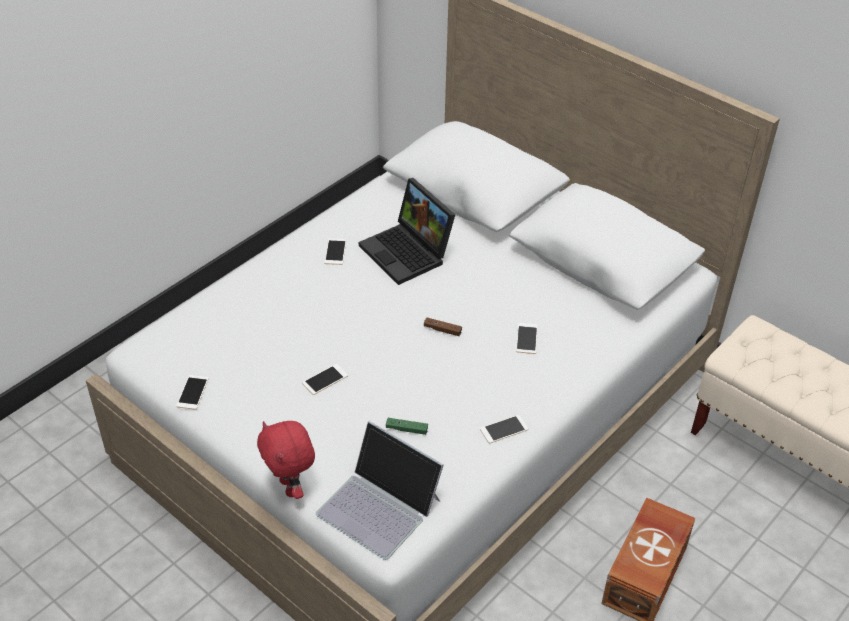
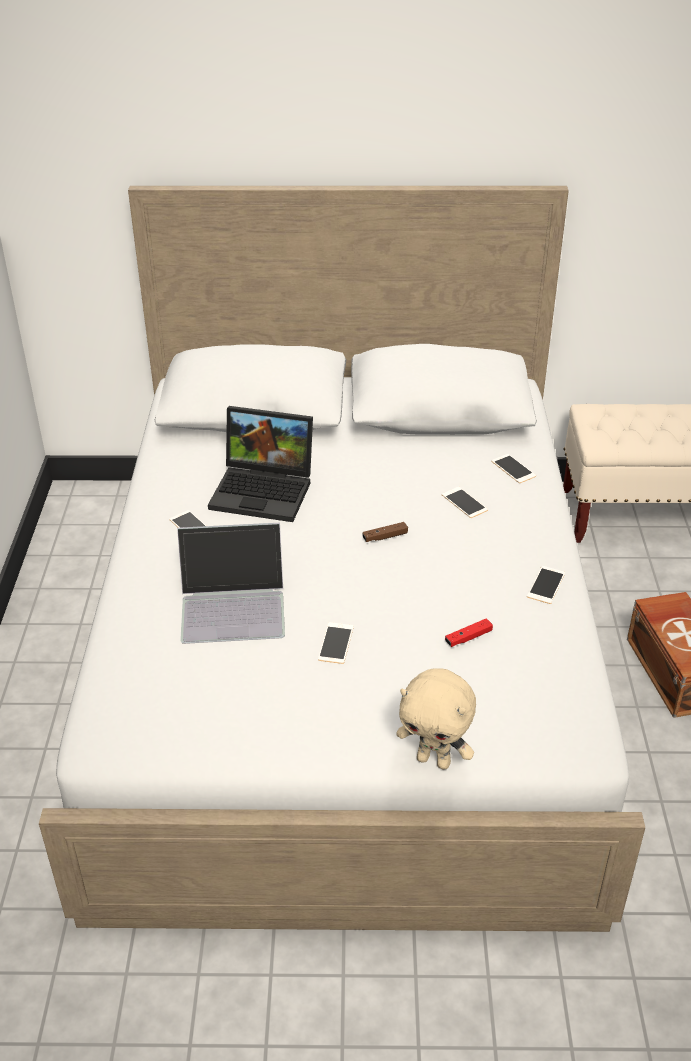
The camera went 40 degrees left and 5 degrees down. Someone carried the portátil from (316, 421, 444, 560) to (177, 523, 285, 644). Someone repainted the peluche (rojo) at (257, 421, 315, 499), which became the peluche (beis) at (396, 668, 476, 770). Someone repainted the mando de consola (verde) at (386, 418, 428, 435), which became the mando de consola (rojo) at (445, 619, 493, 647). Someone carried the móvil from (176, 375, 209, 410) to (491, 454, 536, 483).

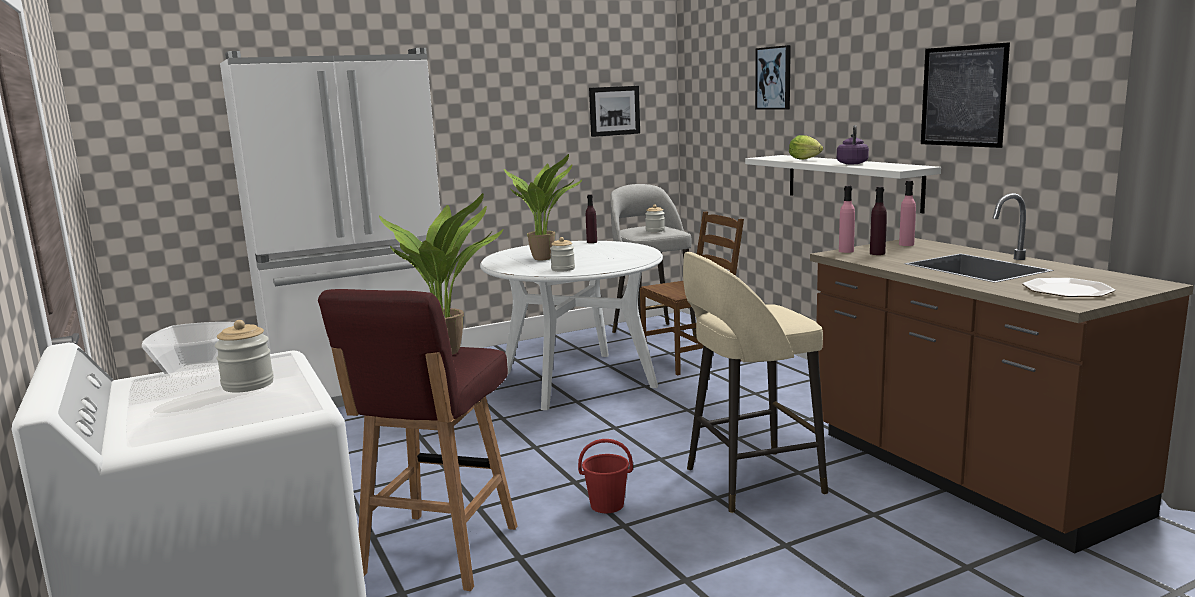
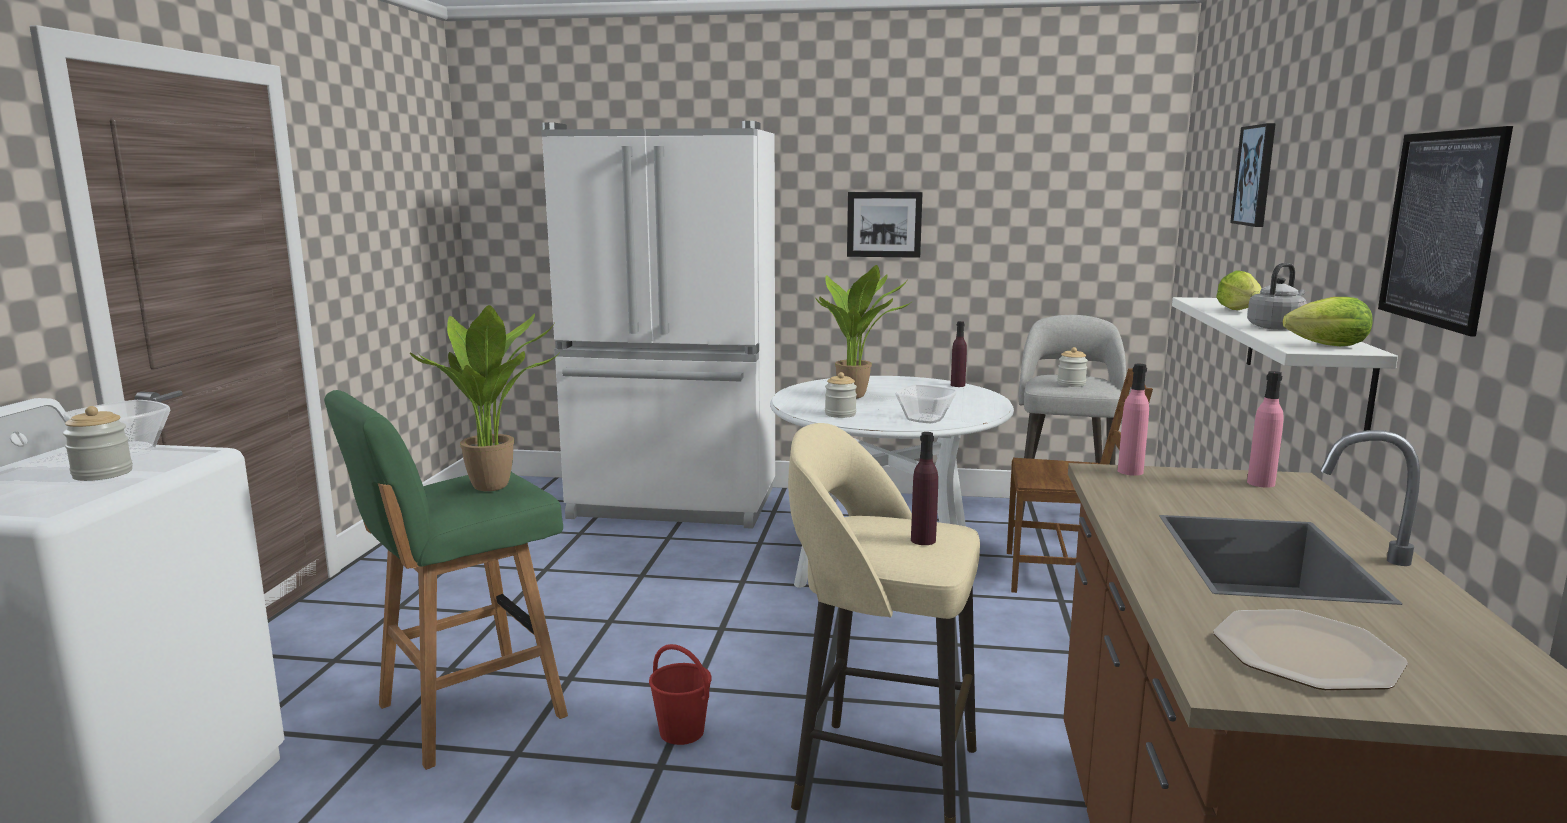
The camera went 35 degrees right and 0 degrees up. Someone repainted the taburete (rojo) at (318, 289, 517, 591), which became the taburete (verde) at (324, 390, 568, 770). Someone carried the cuadro from (589, 86, 640, 137) to (847, 192, 923, 258). Someone put down the cuenco at (895, 385, 956, 423). Someone carried the botella (morado) from (870, 187, 887, 255) to (911, 432, 938, 545). Someone repainted the hervidor (morado) at (837, 125, 869, 164), which became the hervidor (gris) at (1247, 263, 1307, 330). Someone put down the lechuga at (1283, 297, 1373, 346).

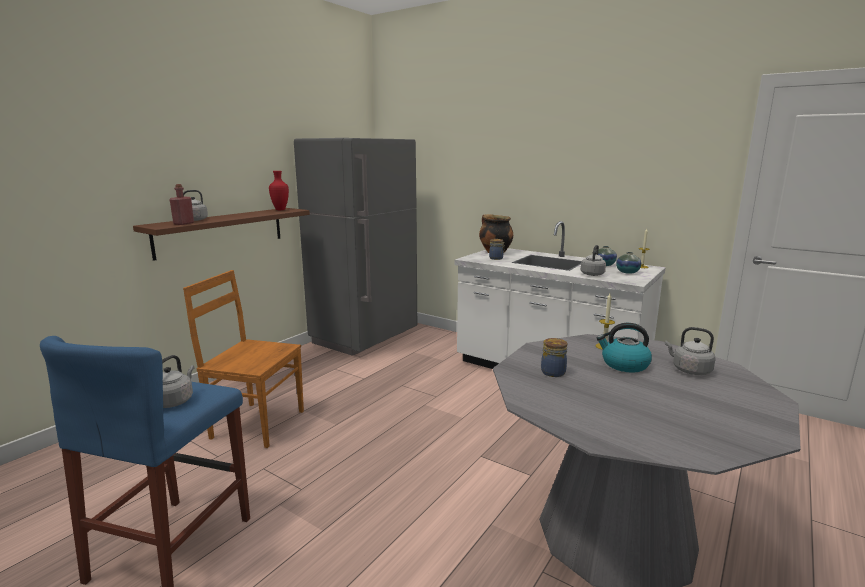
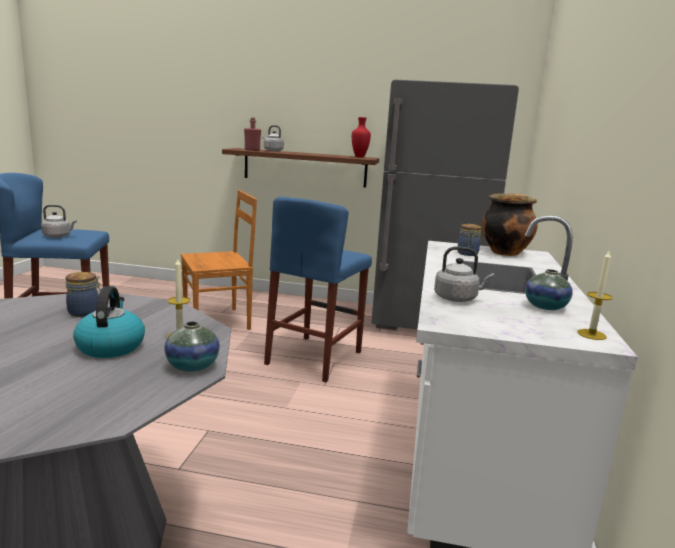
The camera went 65 degrees right and 0 degrees up. Someone carried the florero from (616, 252, 641, 274) to (164, 321, 220, 372). Someone rotated the silla (marrón) at (183, 270, 304, 448) by 75 degrees clockwise. Someone put down the taburete (azul) at (264, 197, 372, 382). Someone took away the hervidor (gris) at (665, 327, 715, 375).

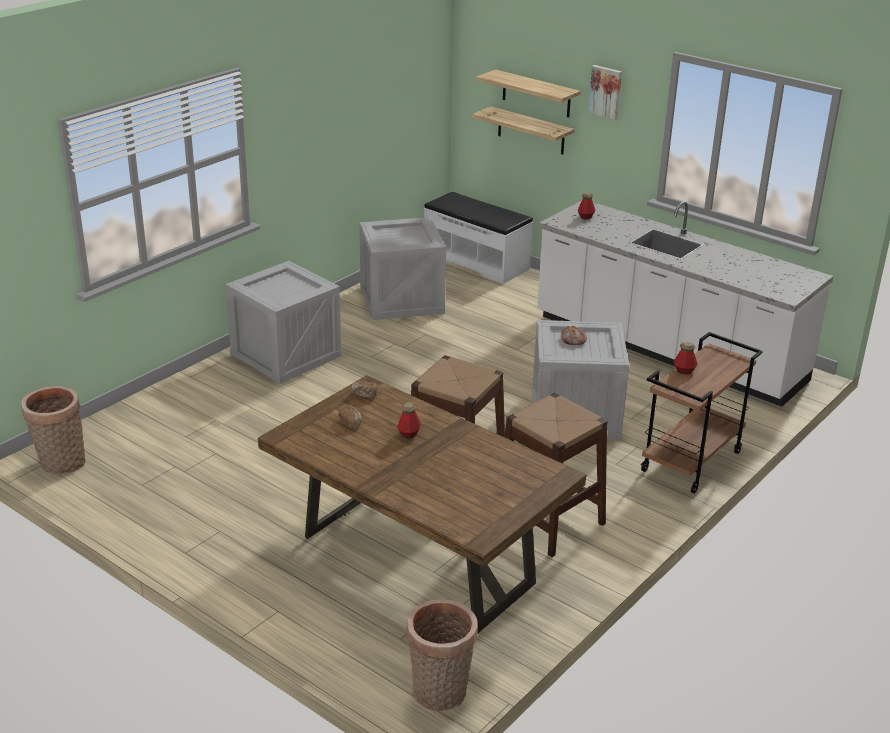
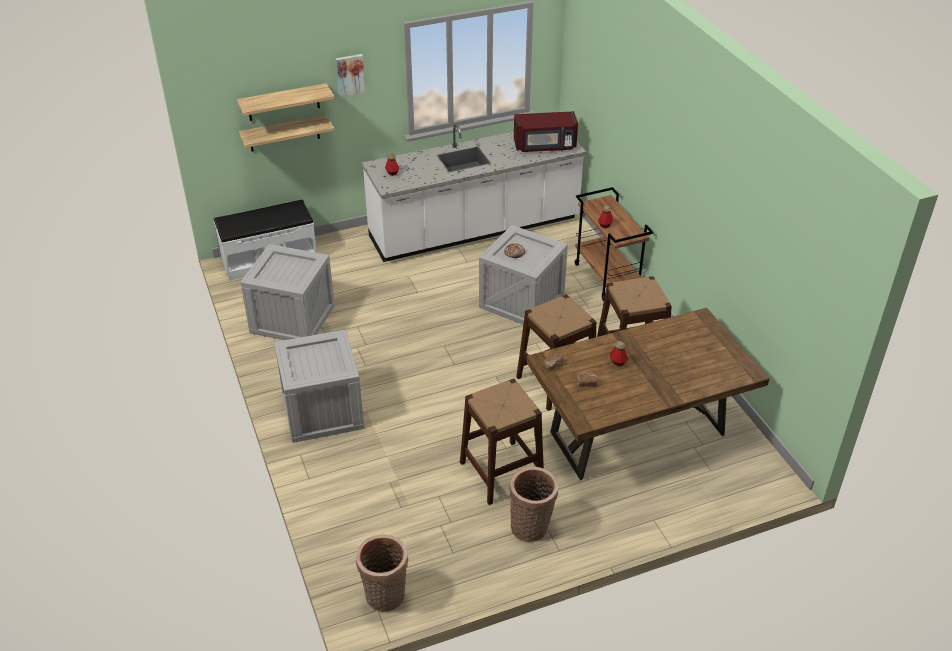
The camera went 60 degrees left and 10 degrees up. Someone put down the taburete (marrón) at (460, 379, 544, 505). Someone carried the cesta from (407, 599, 478, 711) to (509, 467, 558, 542). Someone put down the microondas (rojo) at (514, 111, 578, 152).

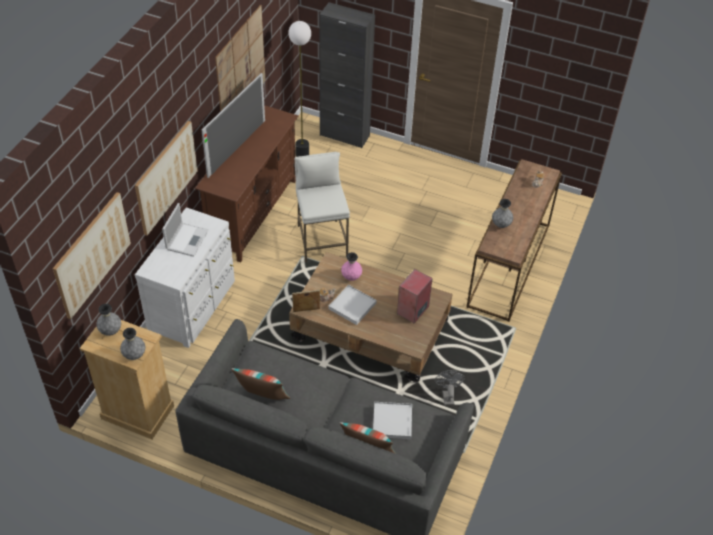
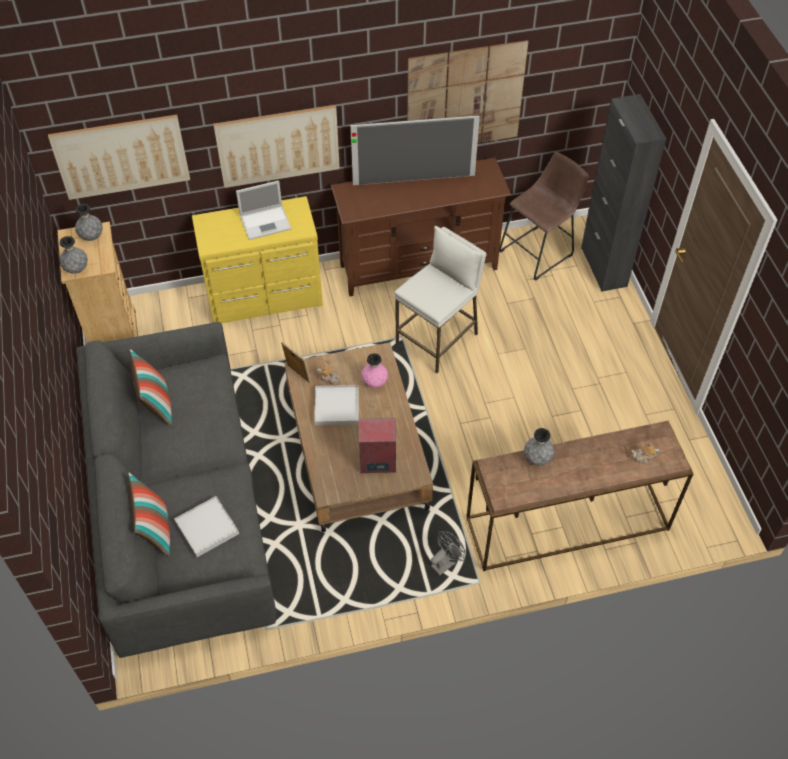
The camera went 55 degrees right and 5 degrees up. Someone repainted the cómoda (blanco) at (135, 207, 235, 348), which became the cómoda (amarillo) at (192, 196, 323, 323). Someone carried the ventilador (gris) from (435, 370, 465, 405) to (431, 531, 465, 576). Someone swapped the lámpara de pie at (288, 21, 311, 157) for the taburete (marrón) at (499, 152, 589, 281).

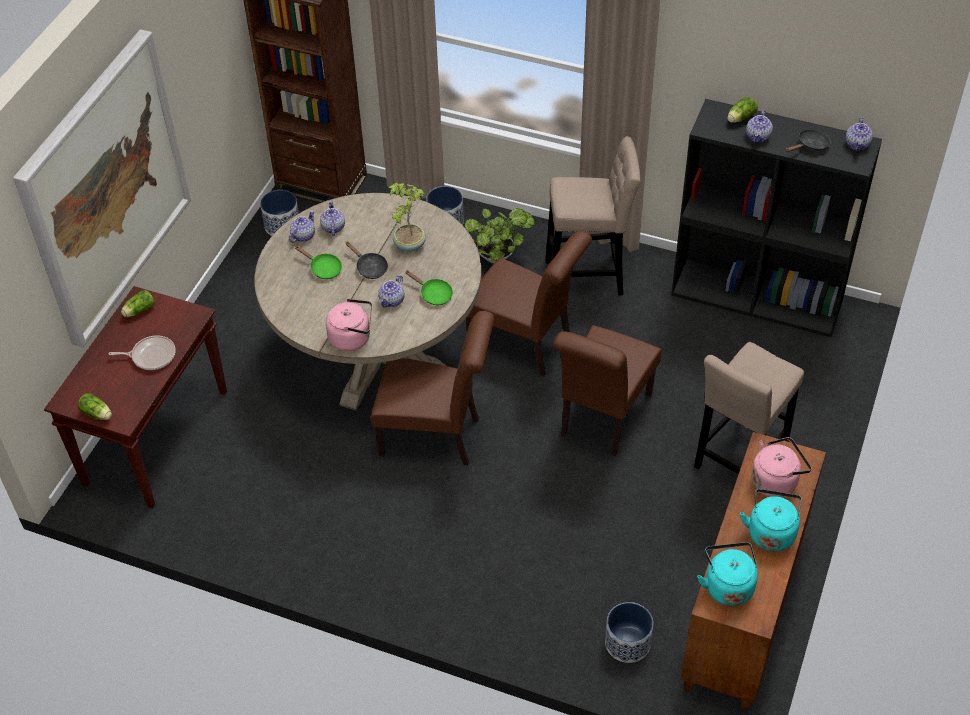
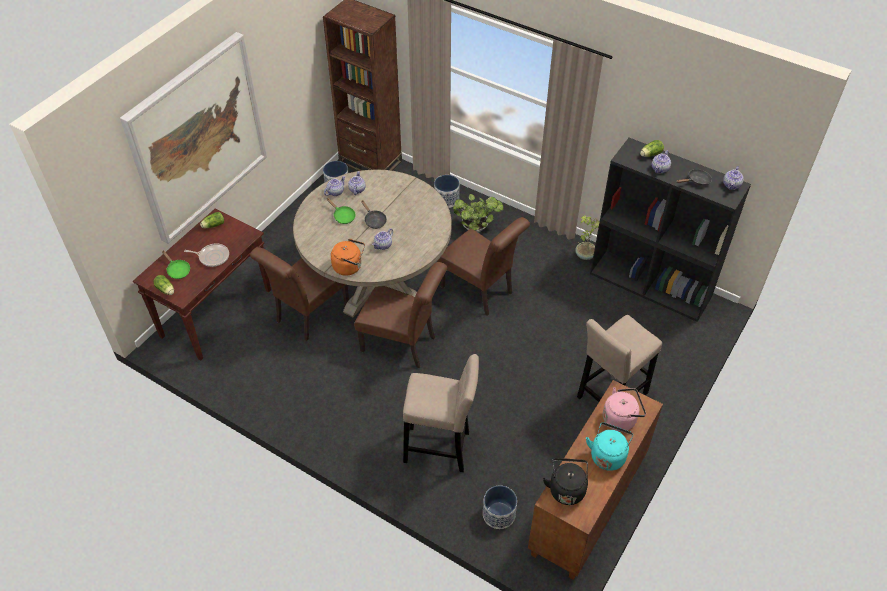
The camera went 10 degrees right and 0 degrees up. Someone carried the sartén (verde) from (405, 270, 453, 305) to (162, 251, 190, 279). Someone carried the silla (marrón) from (554, 325, 662, 456) to (250, 247, 349, 341). Someone repainted the hervidor (rosa) at (326, 298, 372, 351), which became the hervidor (naranja) at (331, 239, 365, 276). Someone carried the taburete (beis) from (546, 136, 640, 295) to (403, 354, 479, 472). Someone repainted the hervidor (turquesa) at (697, 542, 758, 606), which became the hervidor (negro) at (543, 458, 588, 505). Someone carried the planta en maceta from (388, 182, 426, 252) to (575, 215, 599, 260).

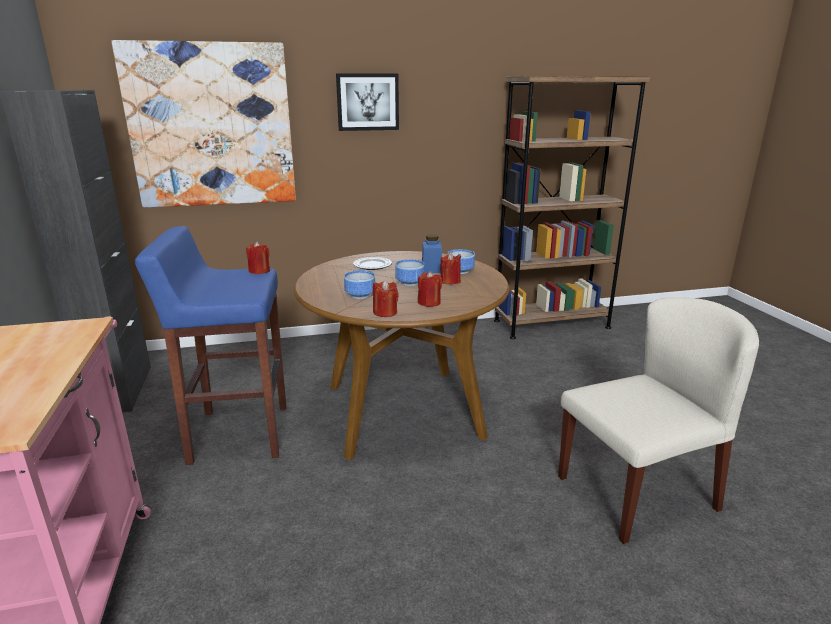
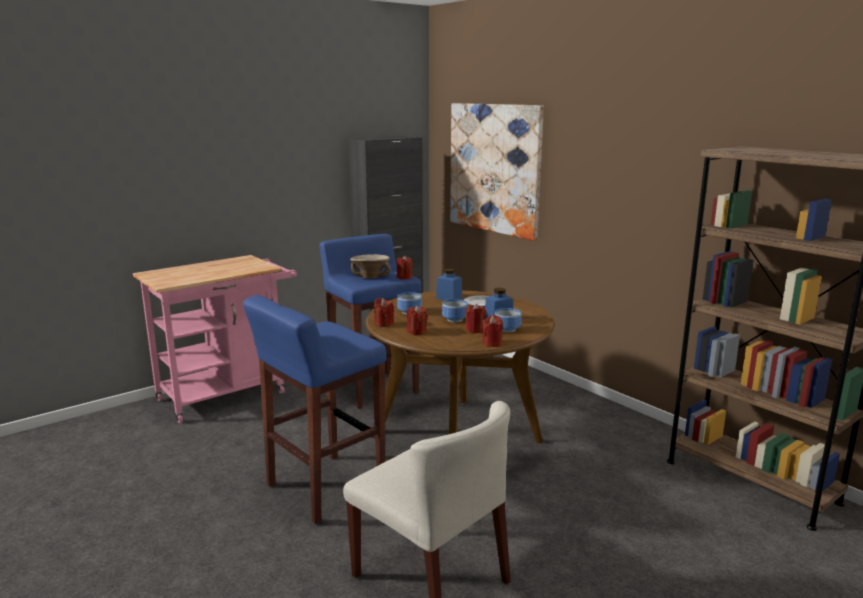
The camera went 65 degrees right and 5 degrees down. Someone put down the taburete (azul) at (243, 295, 387, 524). Someone put down the cuenco (beis) at (350, 254, 391, 279). Someone put down the tarro (azul) at (436, 269, 462, 300). Someone put down the vela (rojo) at (482, 315, 503, 347). Someone took away the cuadro at (336, 73, 399, 131).

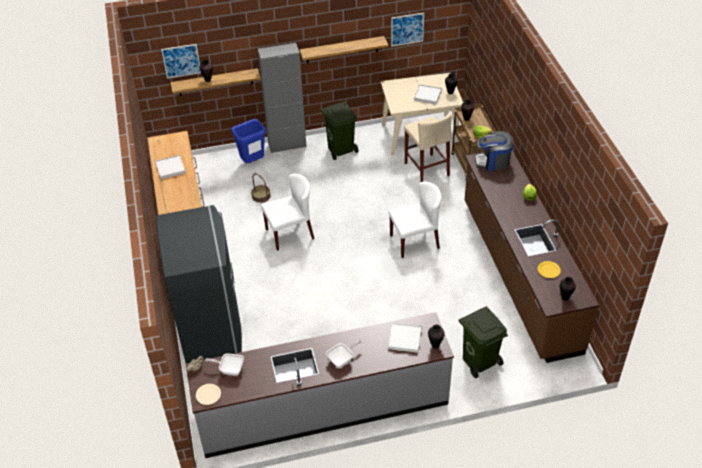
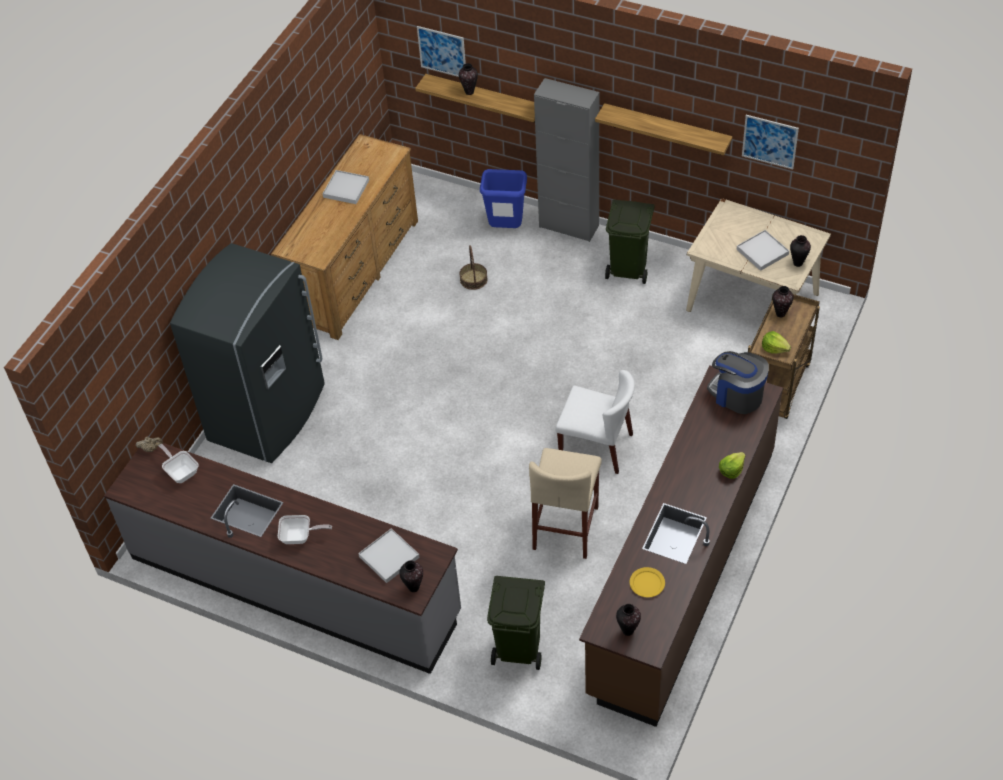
The camera went 40 degrees right and 5 degrees up. Someone carried the taburete (beis) from (404, 113, 452, 182) to (529, 448, 602, 559). Someone took away the plato (beis) at (196, 384, 221, 405). Someone took away the silla (blanco) at (261, 174, 314, 251).

